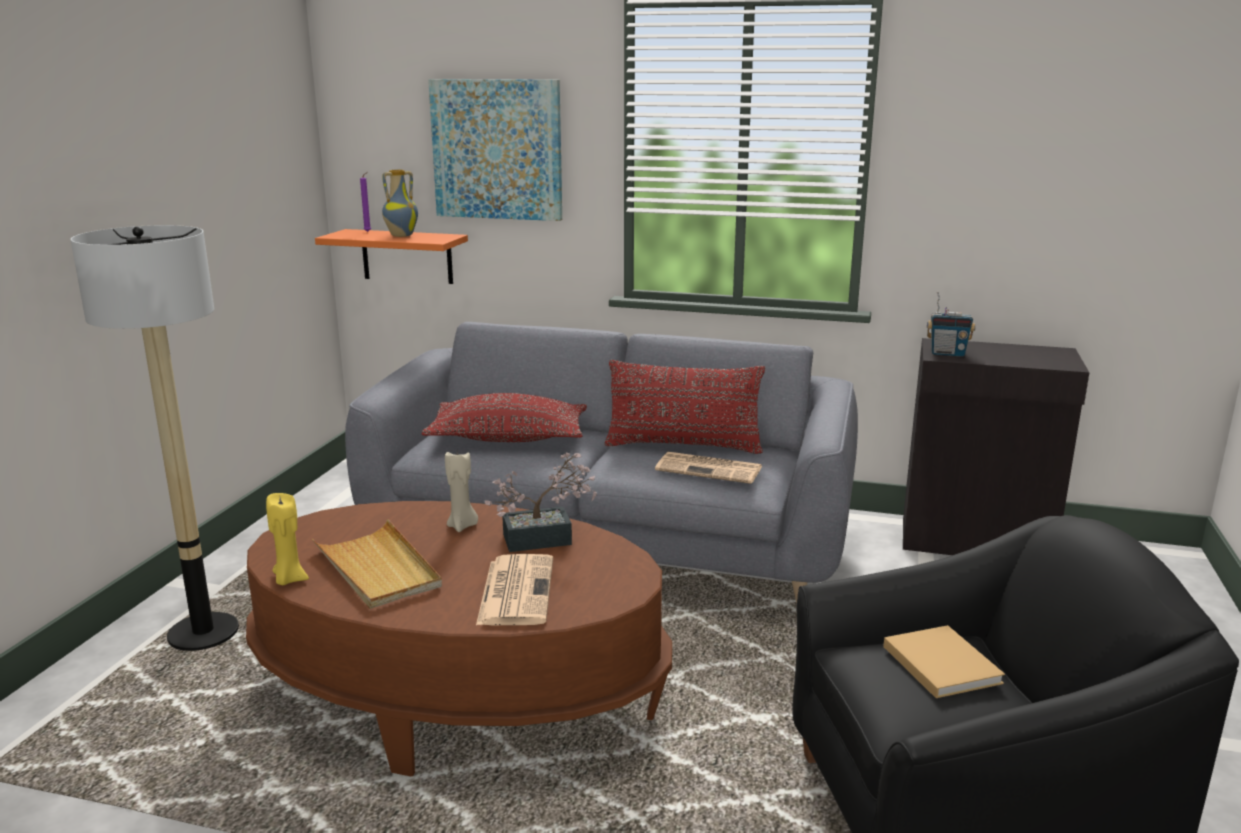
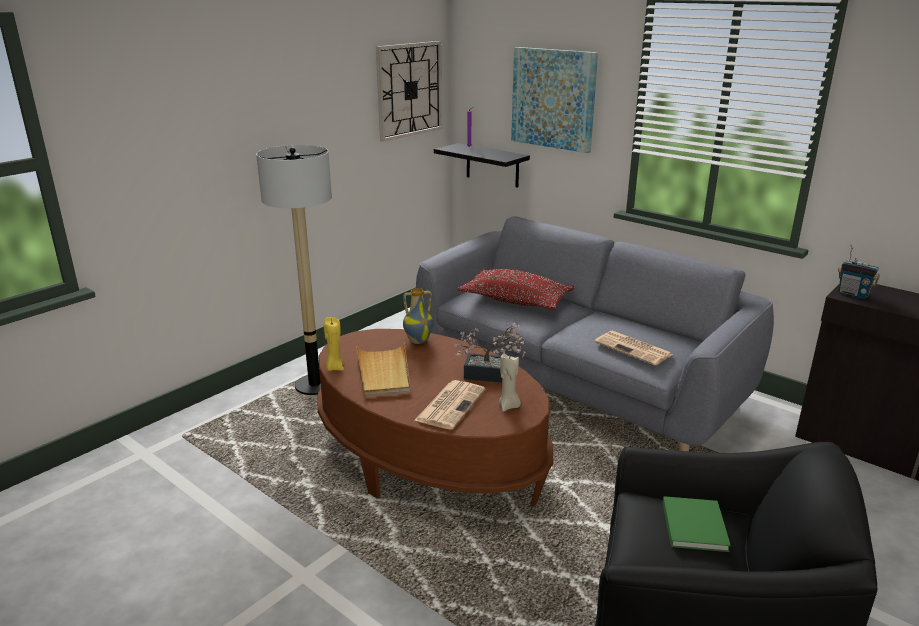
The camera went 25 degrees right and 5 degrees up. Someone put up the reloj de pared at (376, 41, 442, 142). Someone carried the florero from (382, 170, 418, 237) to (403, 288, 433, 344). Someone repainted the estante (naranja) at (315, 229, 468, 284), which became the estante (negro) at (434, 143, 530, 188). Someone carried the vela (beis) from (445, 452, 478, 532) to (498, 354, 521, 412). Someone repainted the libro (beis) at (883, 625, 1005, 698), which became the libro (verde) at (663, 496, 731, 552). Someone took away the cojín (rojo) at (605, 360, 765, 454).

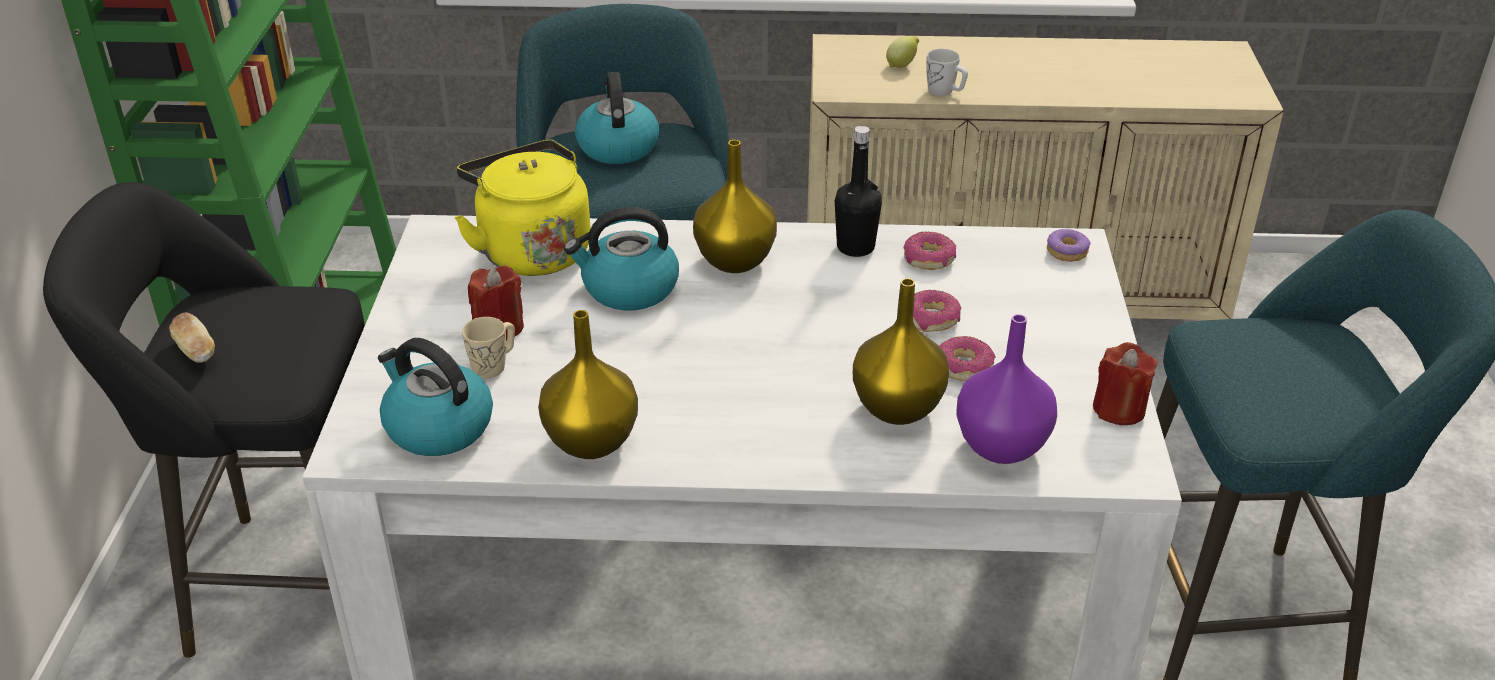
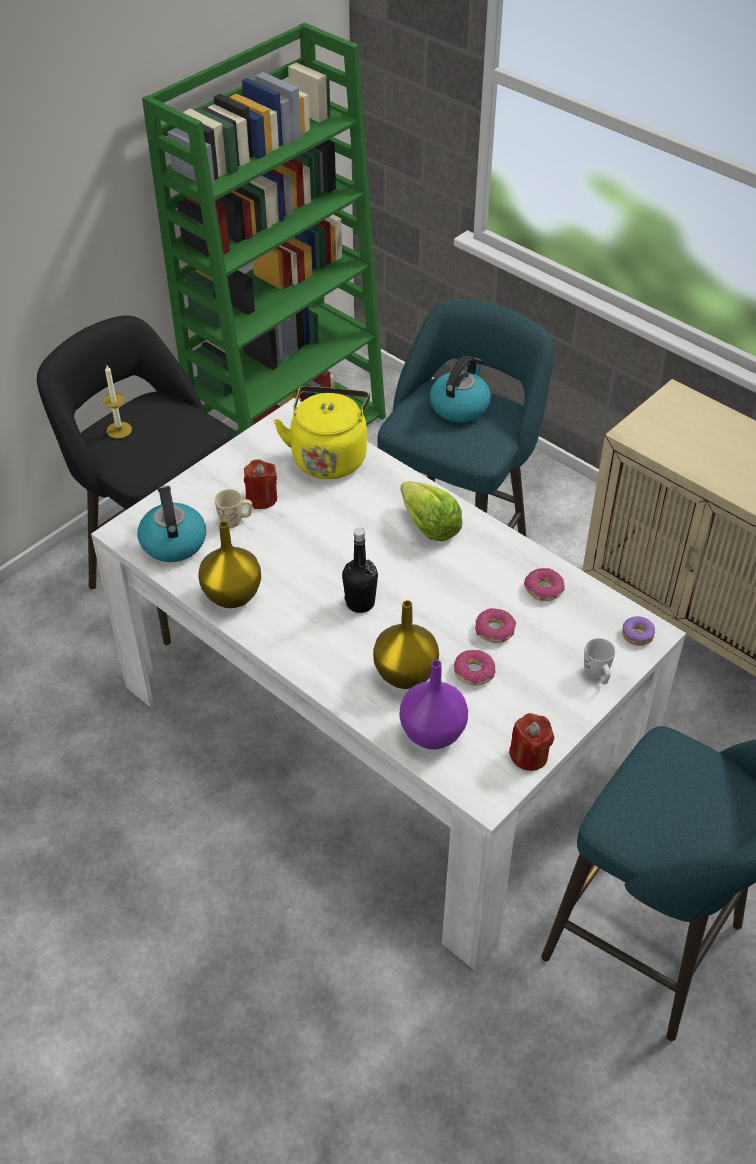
The camera went 40 degrees right and 10 degrees up. Someone swapped the pan at (169, 313, 215, 363) for the vela at (102, 365, 132, 439). Someone carried the botella (negro) from (835, 126, 882, 257) to (342, 528, 378, 613). Someone swapped the florero (amarillo) at (693, 140, 777, 273) for the lechuga at (400, 481, 462, 541). Someone carried the taza grande (blanco) from (927, 49, 968, 96) to (584, 638, 615, 684). Someone took away the hervidor at (564, 207, 679, 311). Someone took away the limón at (886, 36, 919, 68).

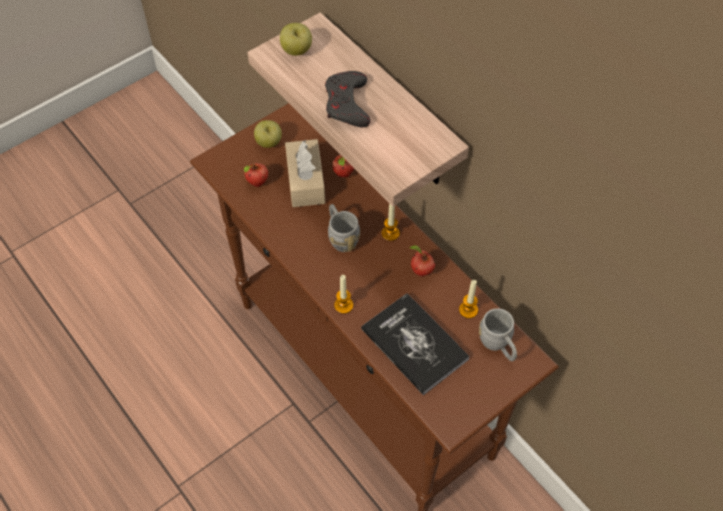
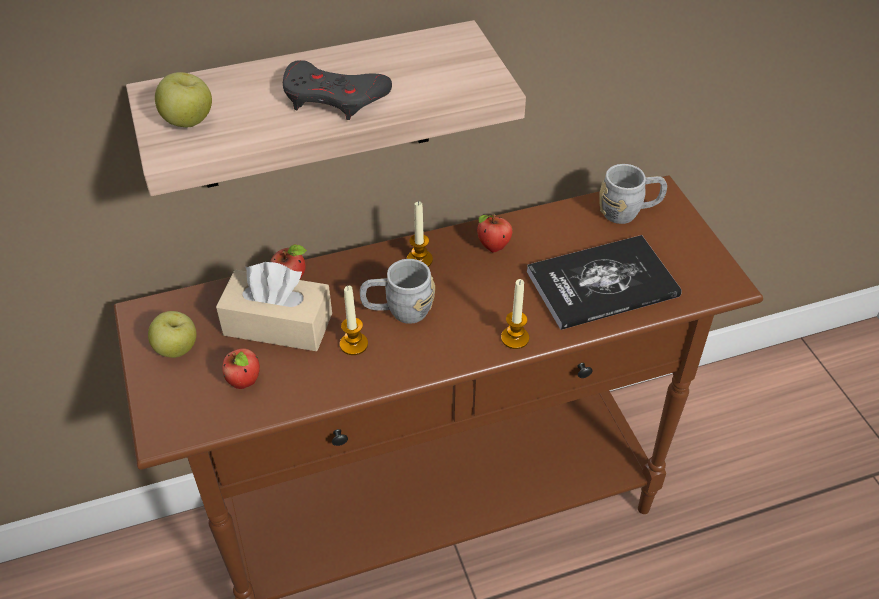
The camera went 70 degrees left and 10 degrees down. Someone carried the vela from (459, 280, 478, 319) to (340, 286, 368, 355).

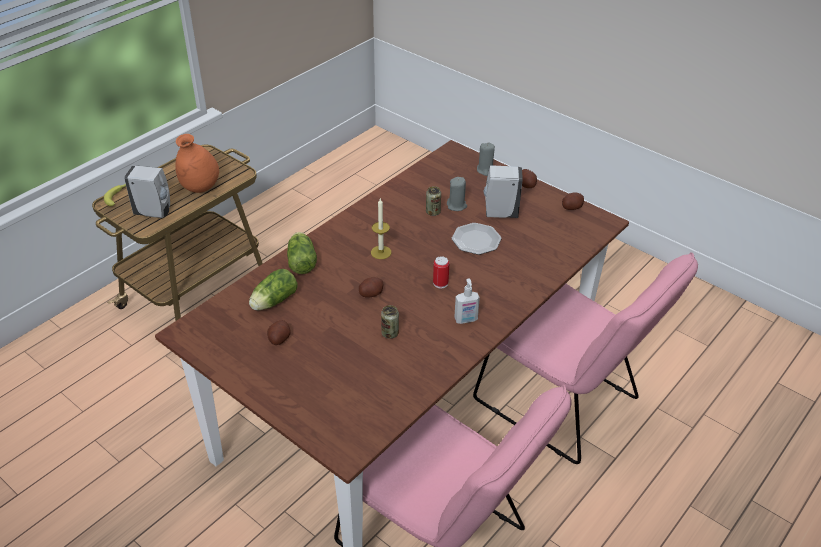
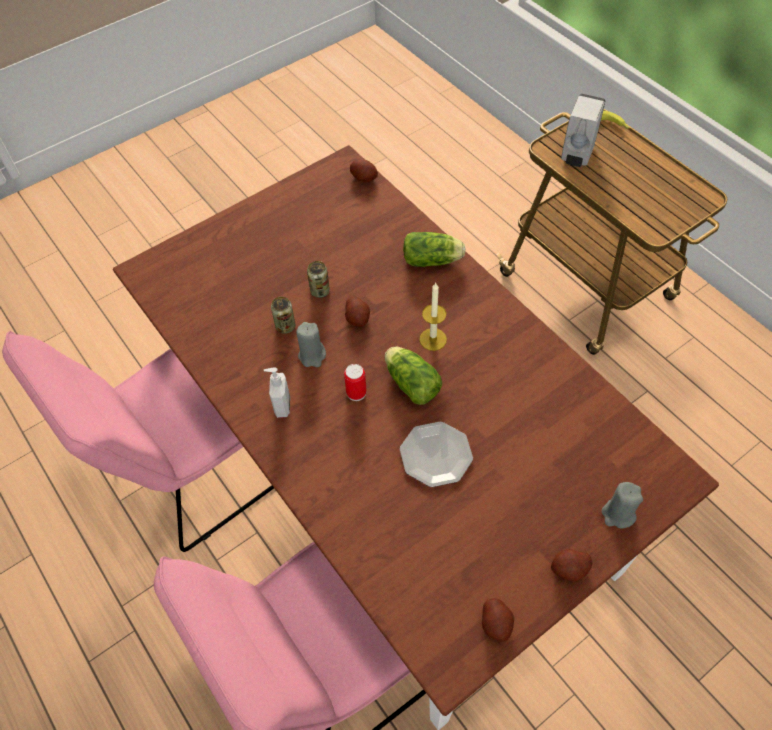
The camera went 105 degrees right and 15 degrees up. Someone carried the vela (gris) from (447, 177, 467, 211) to (296, 322, 326, 367). Someone carried the lata from (426, 186, 441, 216) to (307, 261, 330, 298). Someone carried the patata from (267, 320, 291, 345) to (350, 160, 378, 183). Someone carried the lechuga from (249, 269, 298, 310) to (385, 347, 442, 405). Someone took away the florero (naranja) at (175, 134, 219, 193). Someone took away the dispensador de jabón (blanco) at (483, 165, 523, 218).

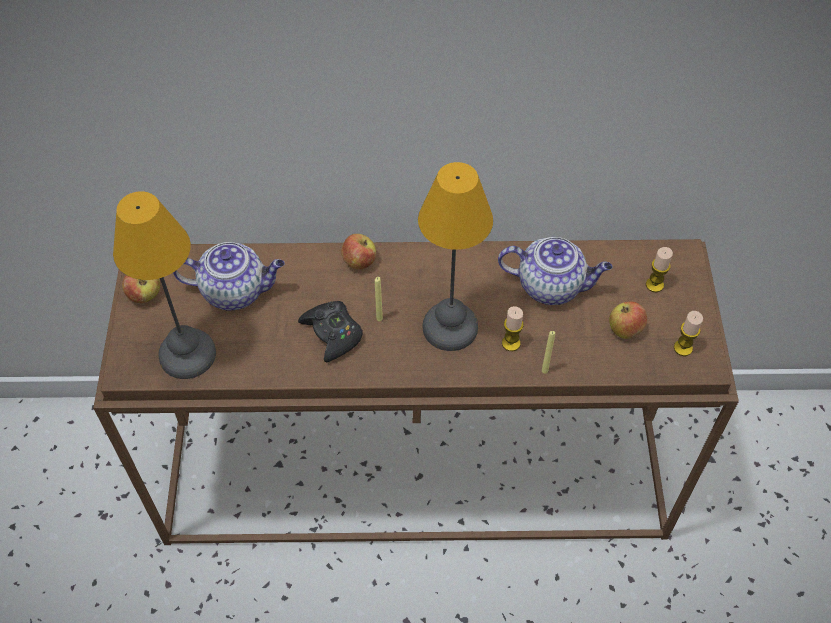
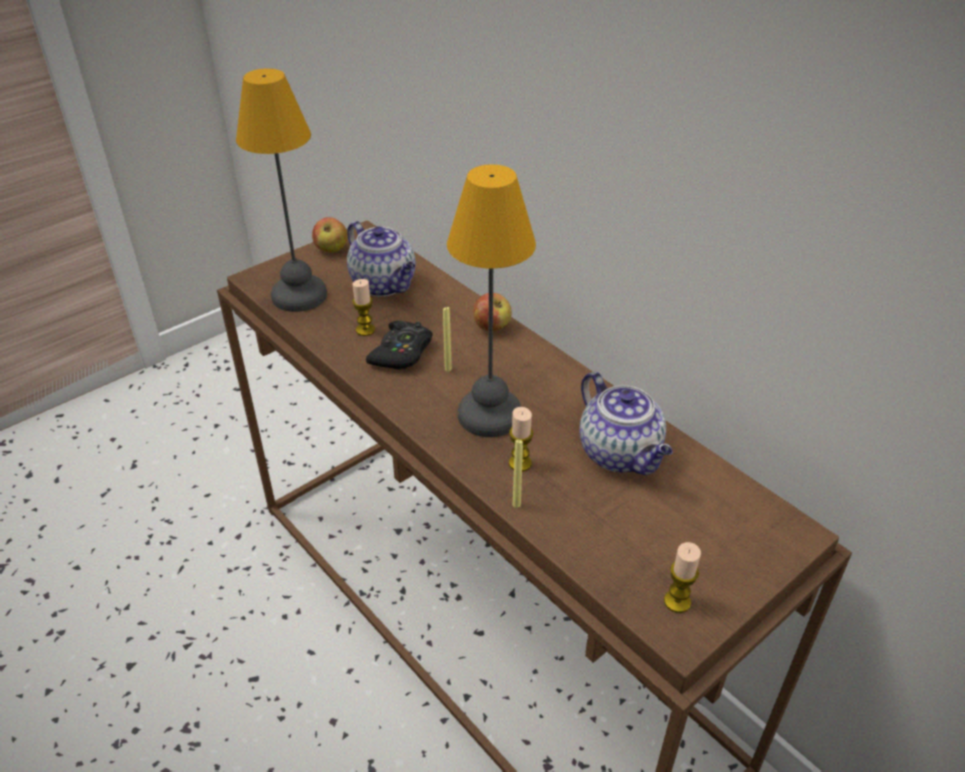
The camera went 50 degrees right and 15 degrees down. Someone carried the vela from (646, 247, 673, 292) to (352, 279, 375, 336). Someone took away the manzana at (609, 301, 647, 339).

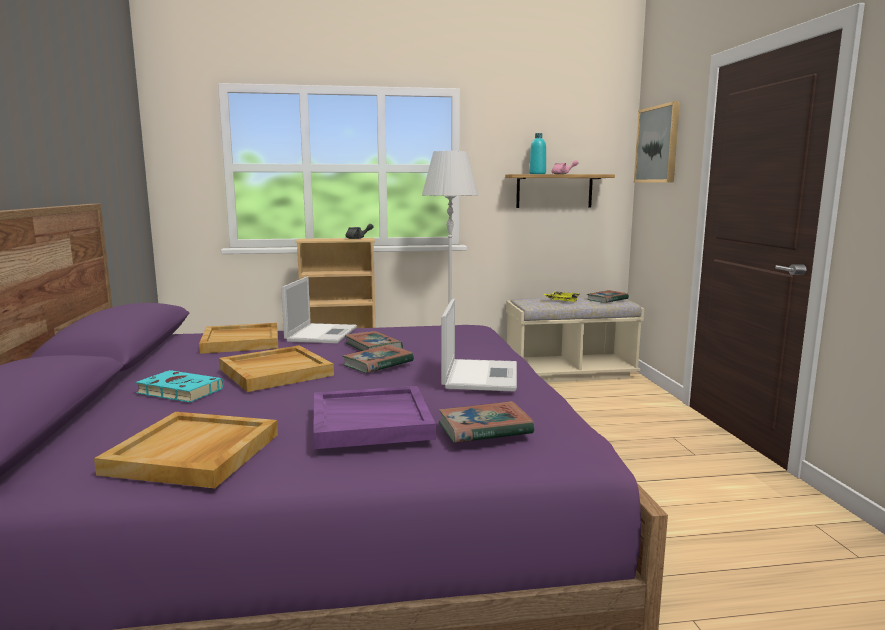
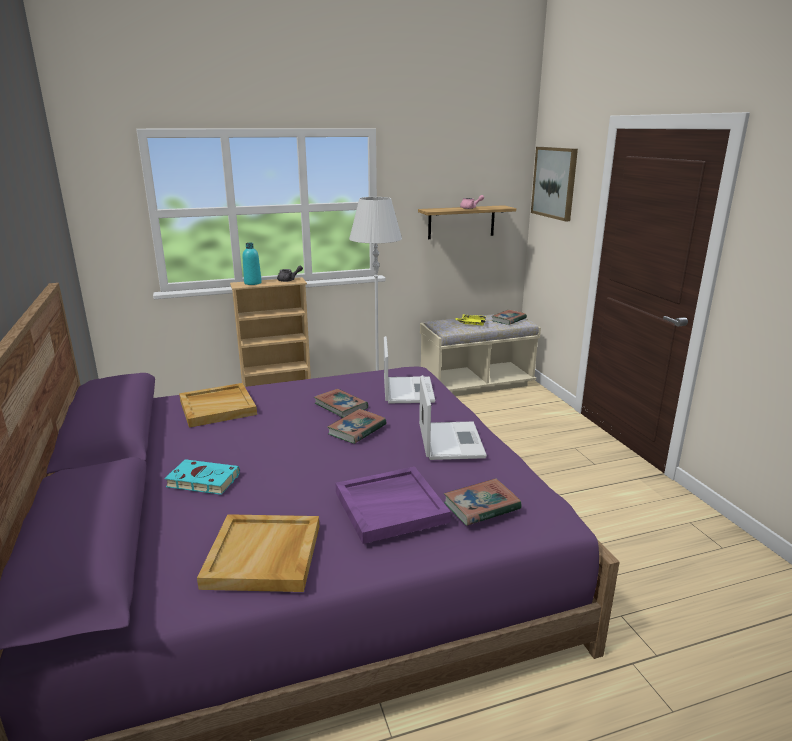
The camera went 10 degrees left and 10 degrees up. Someone carried the botella (turquesa) from (529, 133, 546, 174) to (243, 243, 262, 285). Someone carried the portátil from (281, 276, 357, 343) to (384, 336, 435, 403). Someone took away the bandeja (beis) at (219, 345, 334, 392).

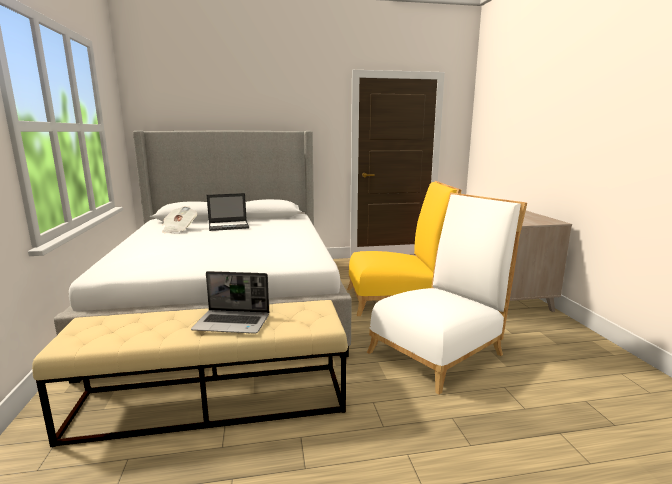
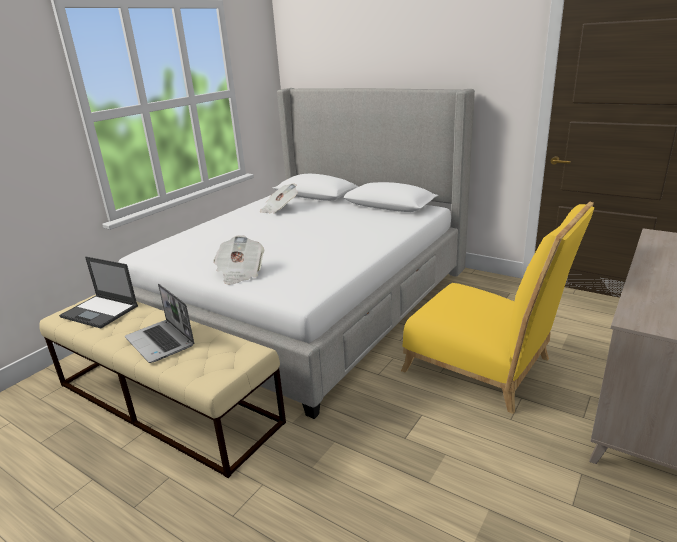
The camera went 45 degrees right and 10 degrees up. Someone carried the portátil from (207, 193, 249, 231) to (59, 256, 138, 329). Someone put down the periódico at (213, 235, 265, 285). Someone took away the silla (blanco) at (367, 192, 527, 395).

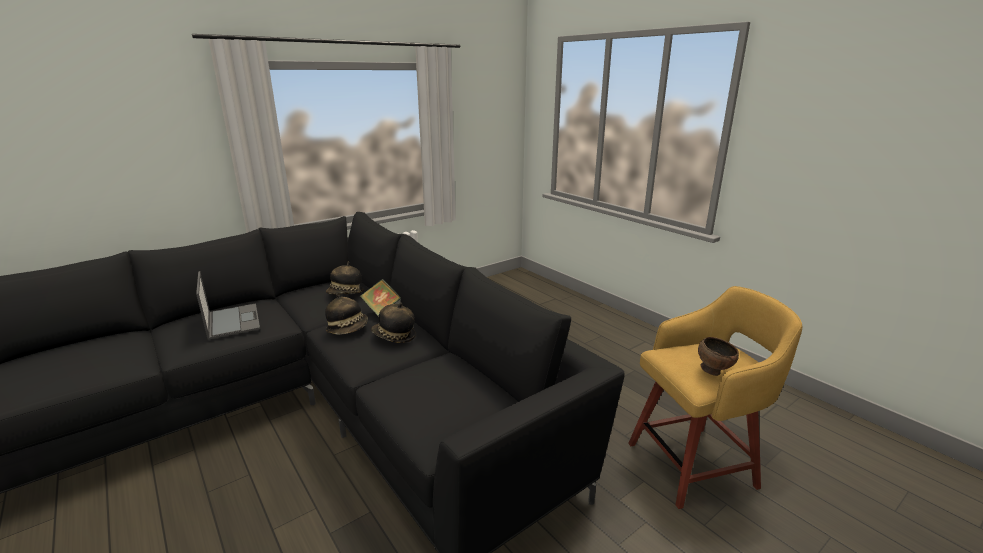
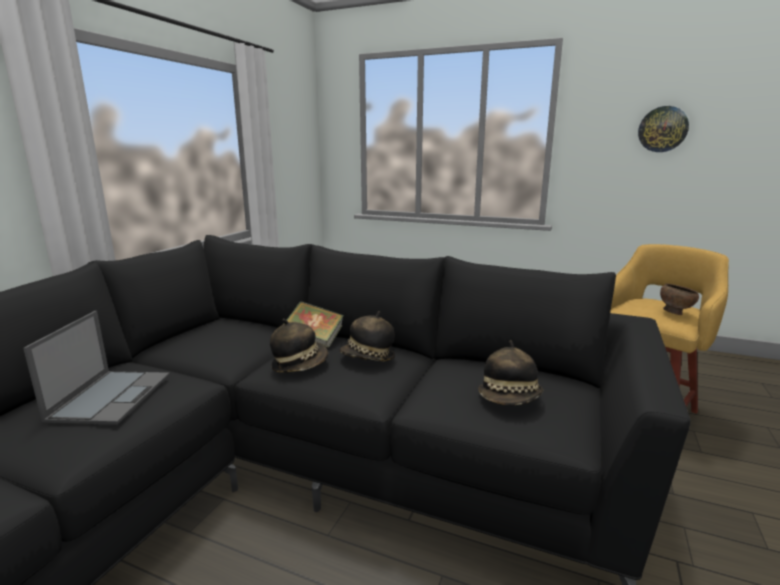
The camera went 30 degrees left and 5 degrees down. Someone rotated the portátil at (196, 271, 260, 340) by 60 degrees clockwise. Someone carried the sombrero from (326, 262, 364, 295) to (478, 340, 544, 406). Someone put up the reloj de pared at (638, 106, 689, 152).

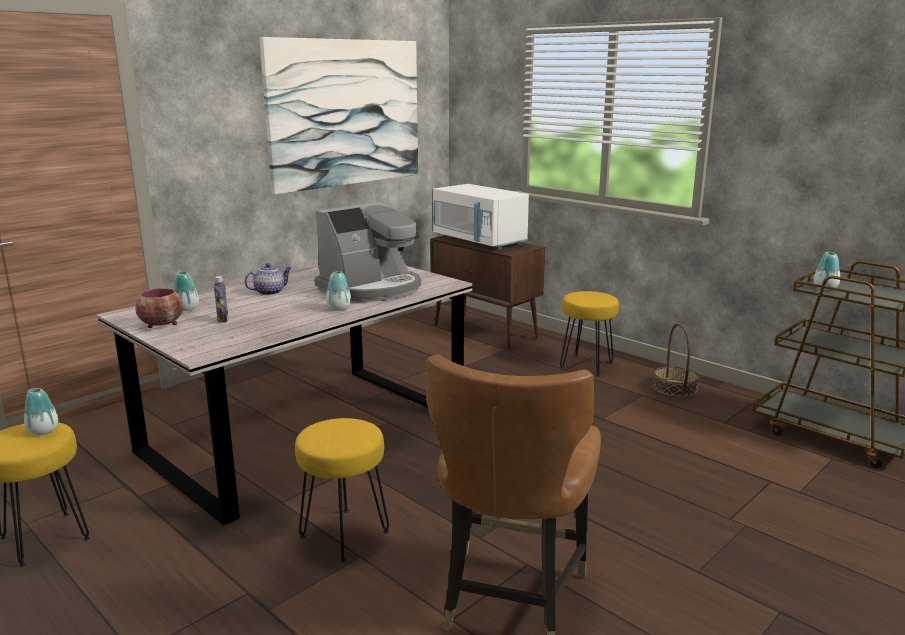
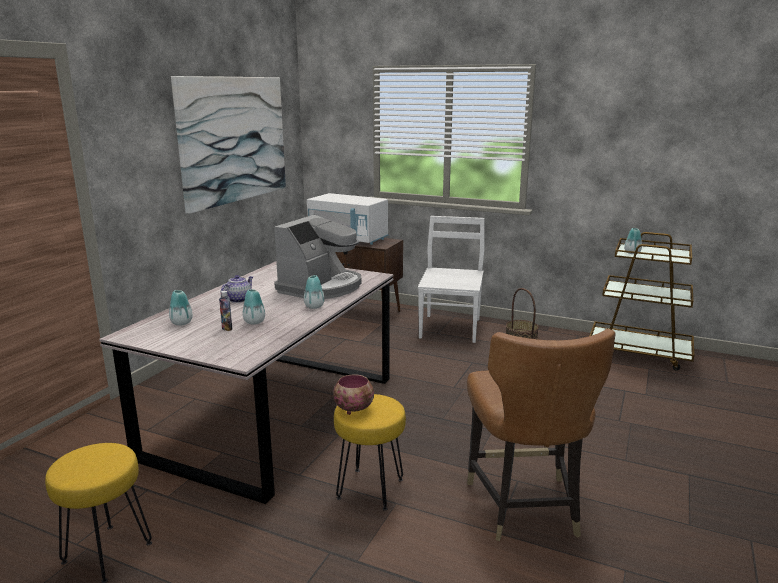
The camera went 20 degrees left and 0 degrees up. Someone carried the florero from (24, 388, 58, 435) to (243, 289, 265, 324). Someone carried the cuenco from (135, 288, 183, 328) to (333, 374, 374, 415). Someone swapped the taburete (amarillo) at (560, 291, 619, 377) for the silla (blanco) at (418, 216, 485, 343).

